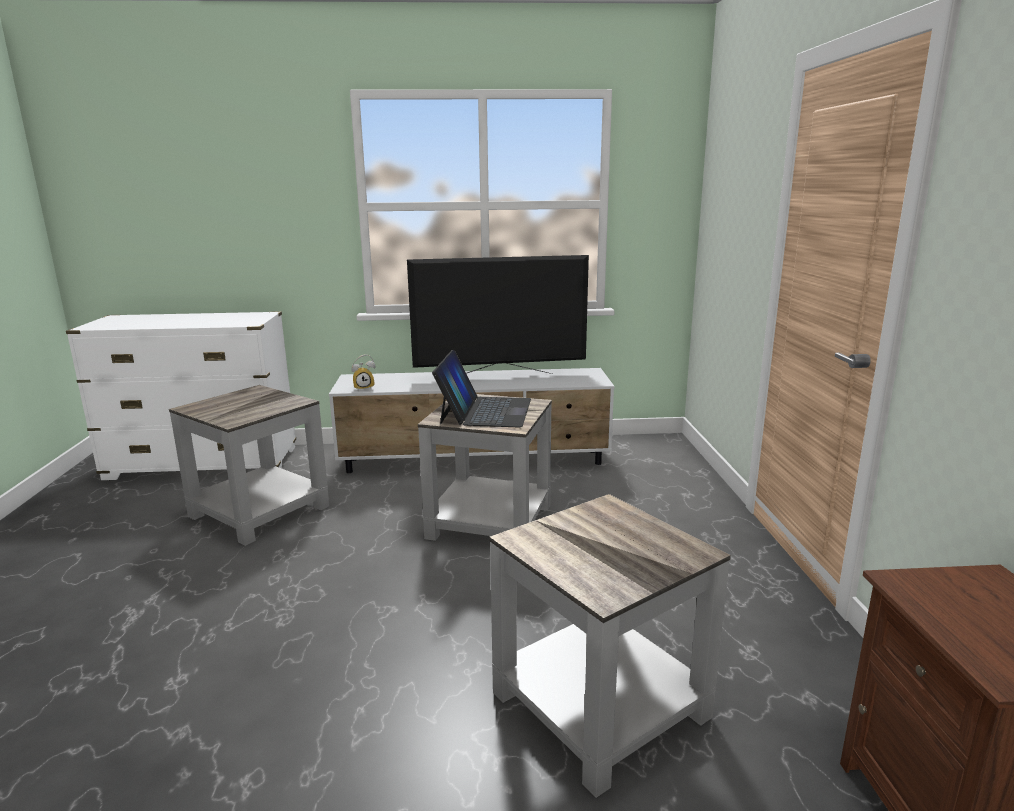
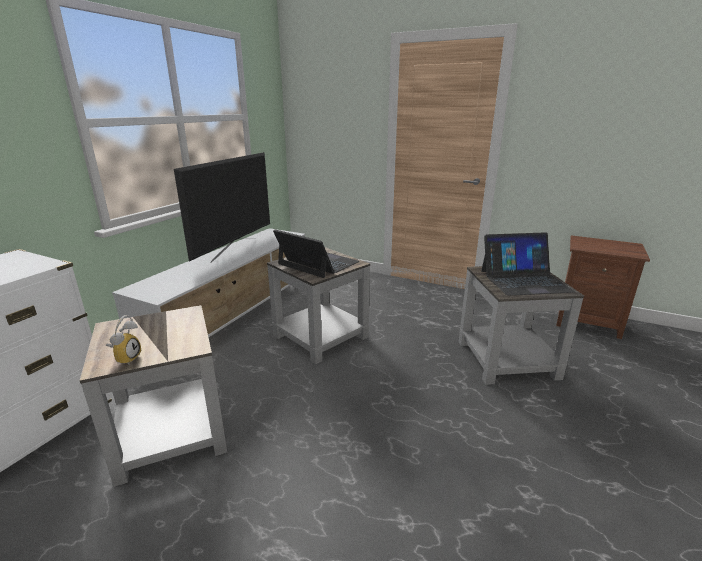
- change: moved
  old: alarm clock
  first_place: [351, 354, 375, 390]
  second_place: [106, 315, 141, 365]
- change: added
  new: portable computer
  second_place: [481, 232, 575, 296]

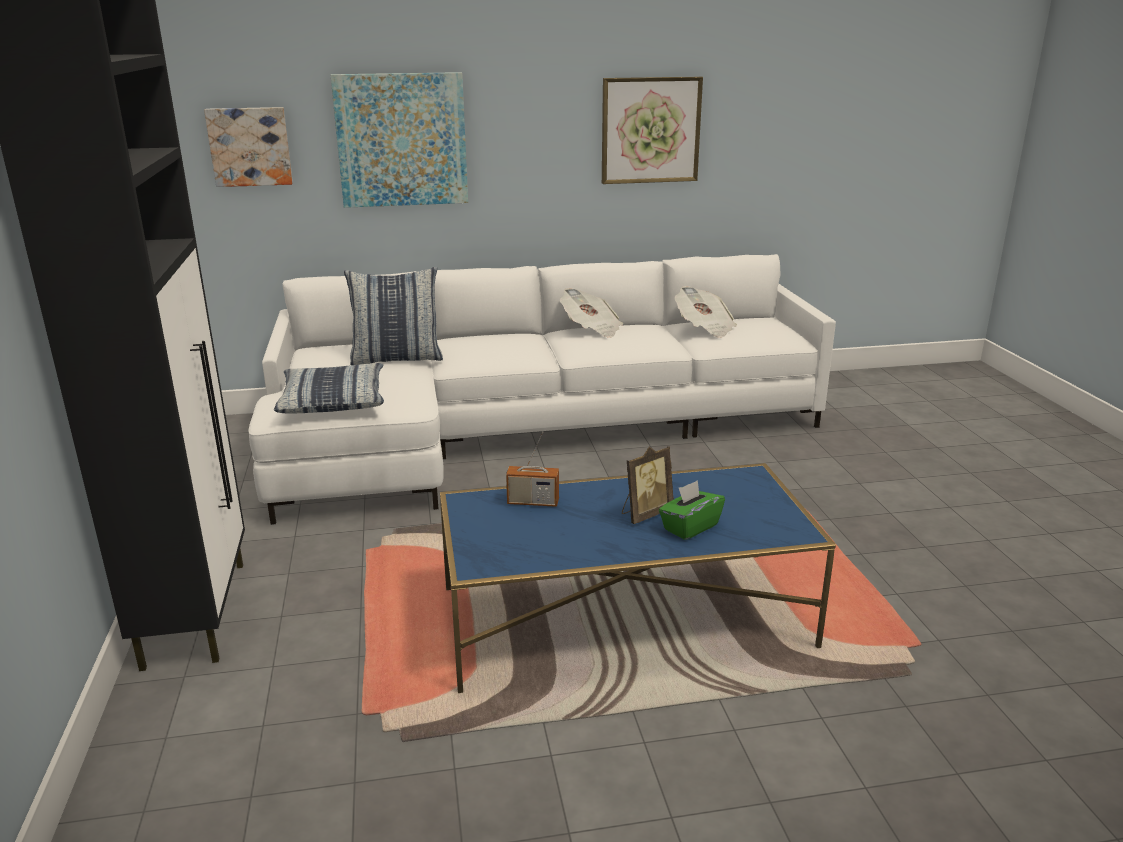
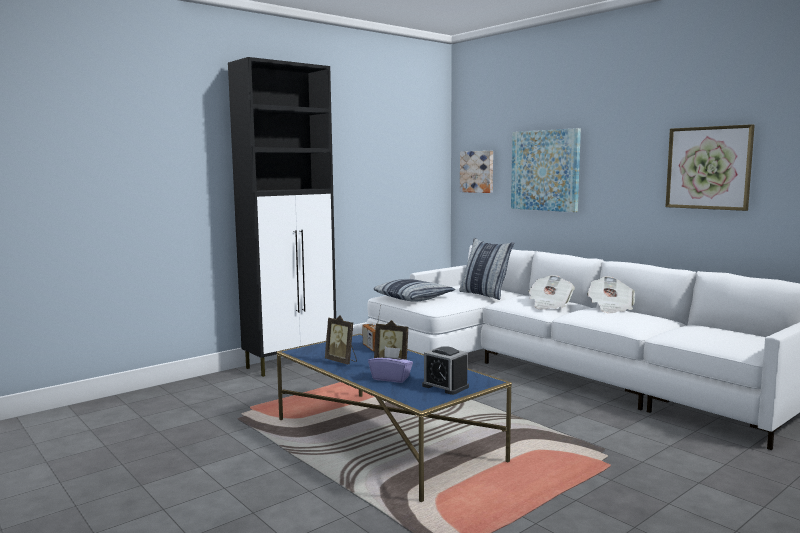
- change: moved
  old: daily paper
  first_place: [674, 286, 737, 338]
  second_place: [529, 275, 575, 310]
- change: recoloured
  old: green-coloured box of tissues
  new: purplish box of tissues
  first_place: [659, 480, 725, 540]
  second_place: [368, 347, 413, 383]
- change: added
  new: standing frame
  second_place: [325, 315, 357, 364]
- change: added
  new: alarm clock
  second_place: [422, 346, 469, 395]

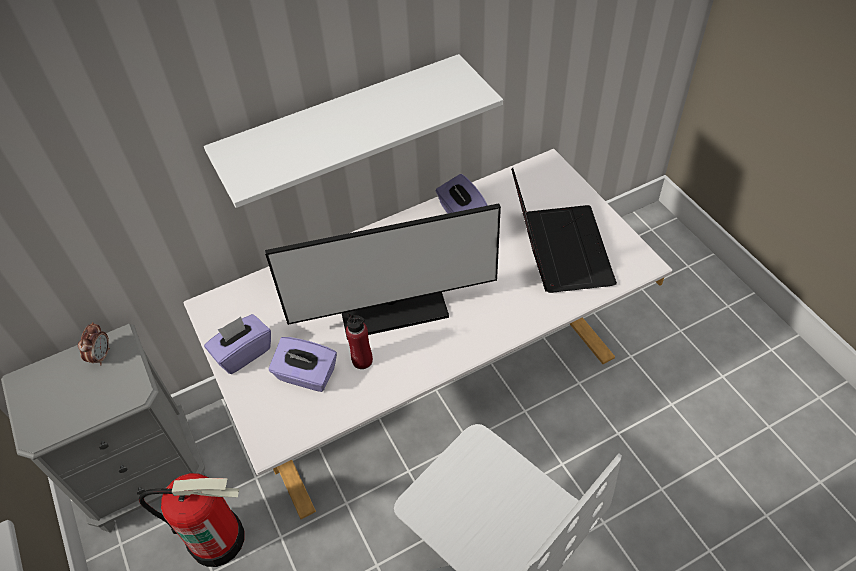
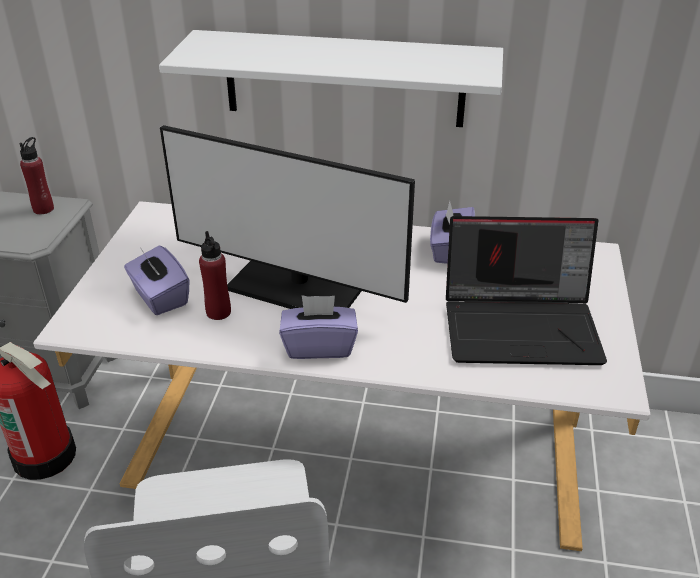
- change: turned
  old: portable computer
  first_place: [511, 168, 617, 293]
  second_place: [446, 216, 607, 365]
  degrees: 60
- change: moved
  old: purplish box of tissues
  first_place: [204, 314, 271, 374]
  second_place: [279, 295, 358, 359]
- change: replaced
  old: alarm clock
  new: red-coloured drink bottle
  first_place: [78, 322, 110, 366]
  second_place: [19, 137, 54, 214]

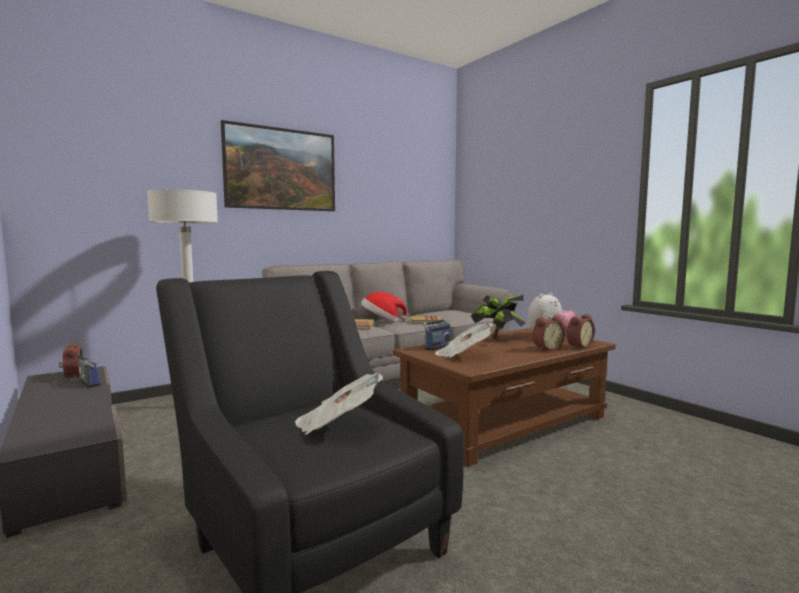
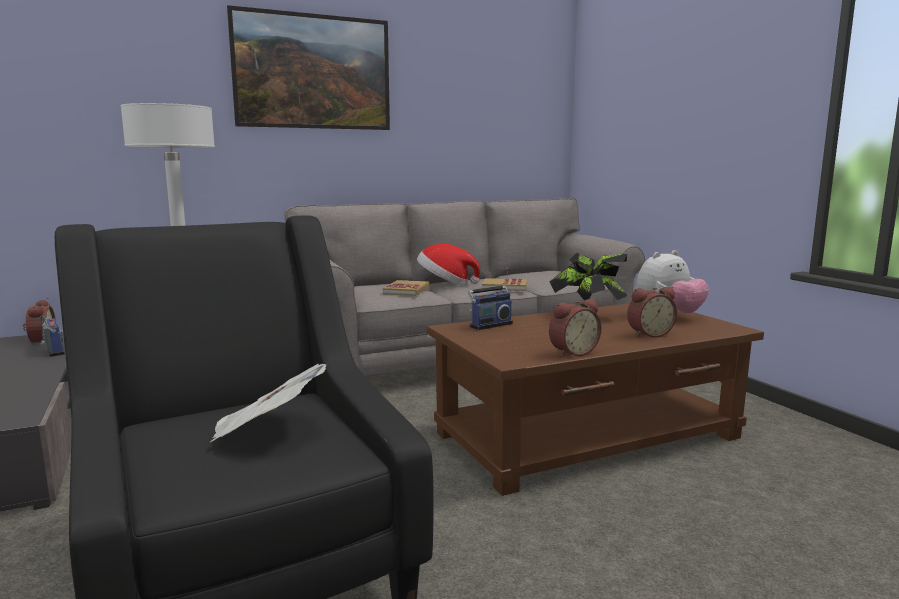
- change: moved
  old: alarm clock
  first_place: [567, 314, 595, 349]
  second_place: [549, 299, 602, 357]
- change: removed
  old: daily paper
  first_place: [435, 323, 493, 358]

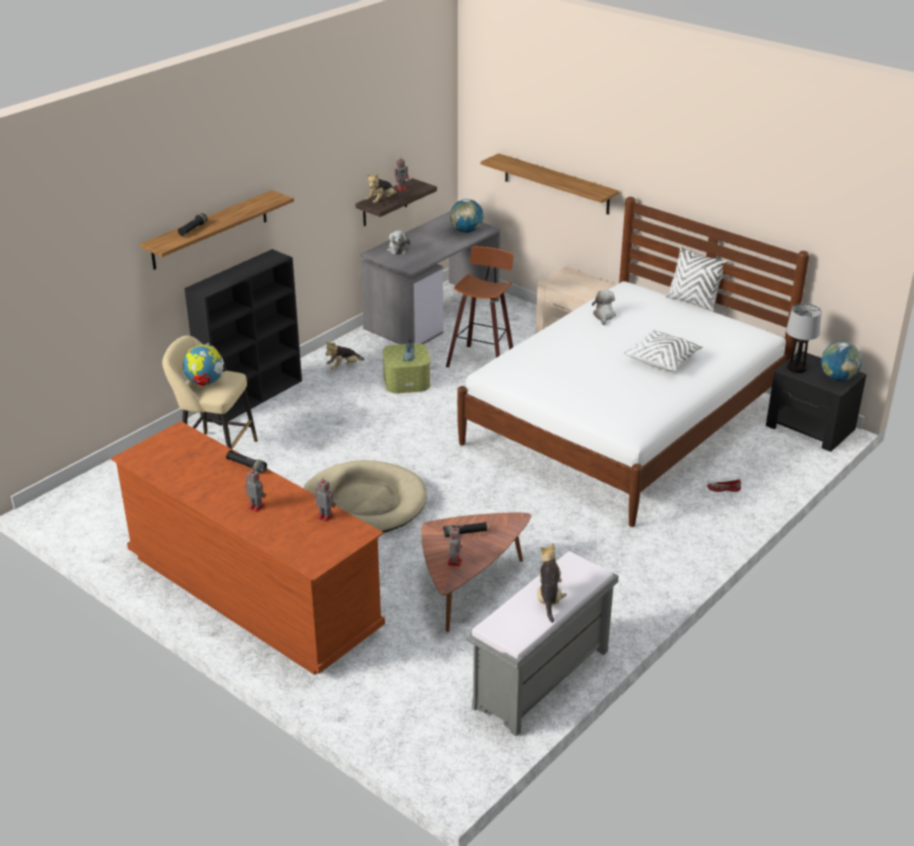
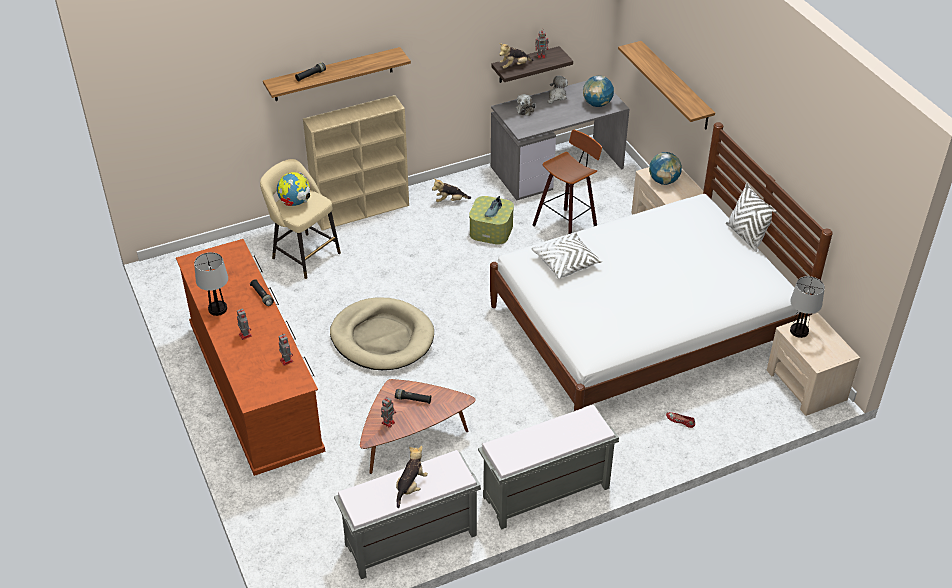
- change: recoloured
  old: blackish bookcase
  new: sand-coloured bookcase
  first_place: [184, 249, 302, 426]
  second_place: [303, 95, 409, 230]
- change: moved
  old: cuddly toy
  first_place: [592, 290, 616, 325]
  second_place: [547, 76, 568, 104]
- change: moved
  old: whitish pillow
  first_place: [624, 330, 702, 371]
  second_place: [531, 232, 602, 279]
- change: moved
  old: globe
  first_place: [821, 341, 862, 381]
  second_place: [649, 152, 682, 185]
- change: recoloured
  old: blackish bedside table
  new: sand-coloured bedside table
  first_place: [766, 351, 867, 452]
  second_place: [767, 313, 860, 416]
- change: added
  new: tabletop lamp
  second_place: [194, 252, 228, 316]
- change: added
  new: greyish long seat
  second_place: [478, 405, 619, 529]

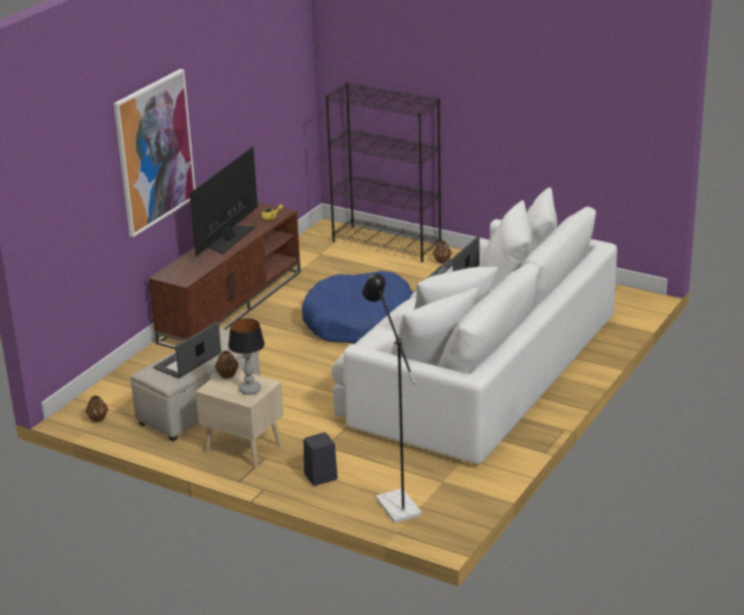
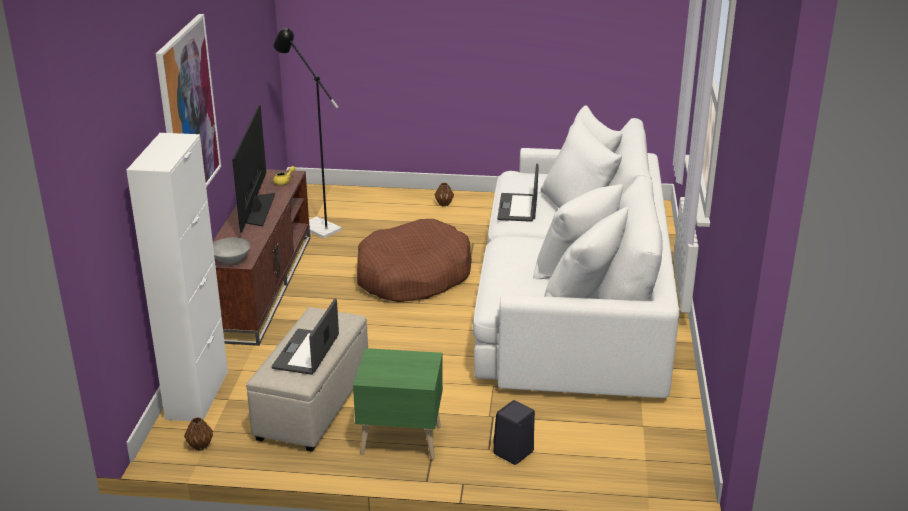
- change: removed
  old: blackish bookcase
  first_place: [325, 83, 441, 262]
- change: recoloured
  old: blue-coloured dog bed
  new: brown-coloured dog bed
  first_place: [302, 271, 414, 344]
  second_place: [357, 219, 472, 302]
- change: moved
  old: blackish standard lamp
  first_place: [362, 274, 422, 523]
  second_place: [273, 28, 342, 238]
- change: removed
  old: tabletop lamp
  first_place: [228, 318, 265, 395]
- change: removed
  old: brown-coloured flower vase
  first_place: [215, 351, 238, 379]
- change: recoloured
  old: sand-coloured bedside table
  new: green-coloured bedside table
  first_place: [195, 369, 284, 468]
  second_place: [353, 348, 443, 460]
- change: added
  new: whitish storage cabinet
  second_place: [126, 133, 228, 421]
- change: added
  new: greyish bowl
  second_place: [213, 238, 250, 264]

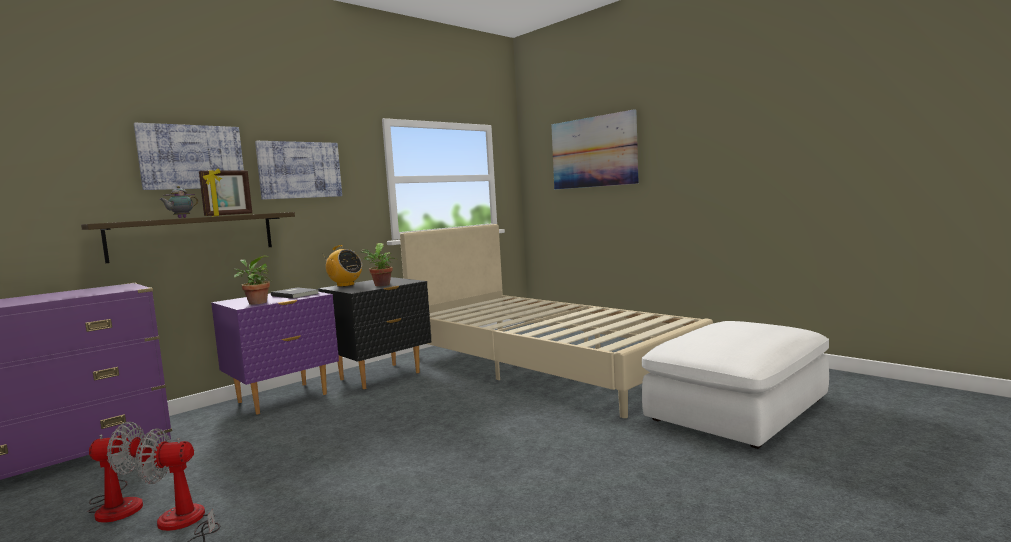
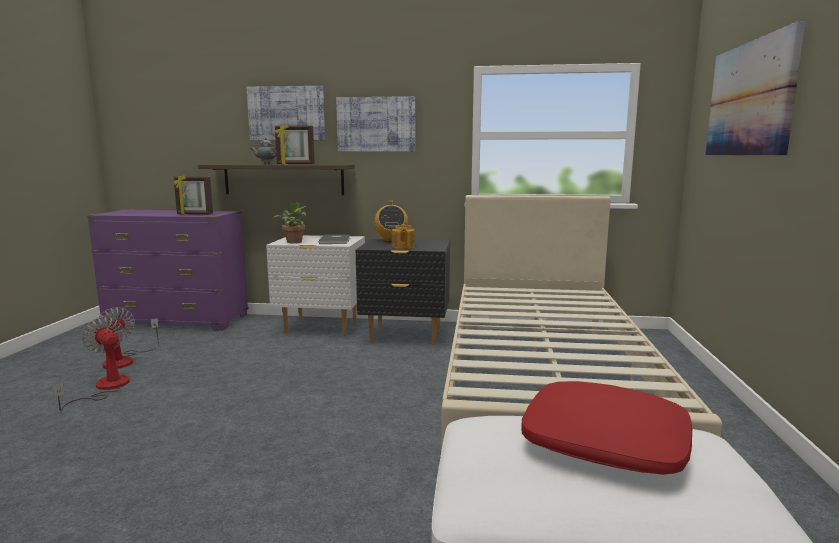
- change: replaced
  old: potted plant
  new: teapot
  first_place: [360, 243, 398, 286]
  second_place: [392, 224, 415, 249]
- change: recoloured
  old: purplish bedside table
  new: whitish bedside table
  first_place: [211, 292, 339, 414]
  second_place: [266, 235, 365, 336]
- change: added
  new: standing frame
  second_place: [173, 175, 213, 215]
- change: added
  new: red-coloured pillow
  second_place: [521, 381, 692, 475]

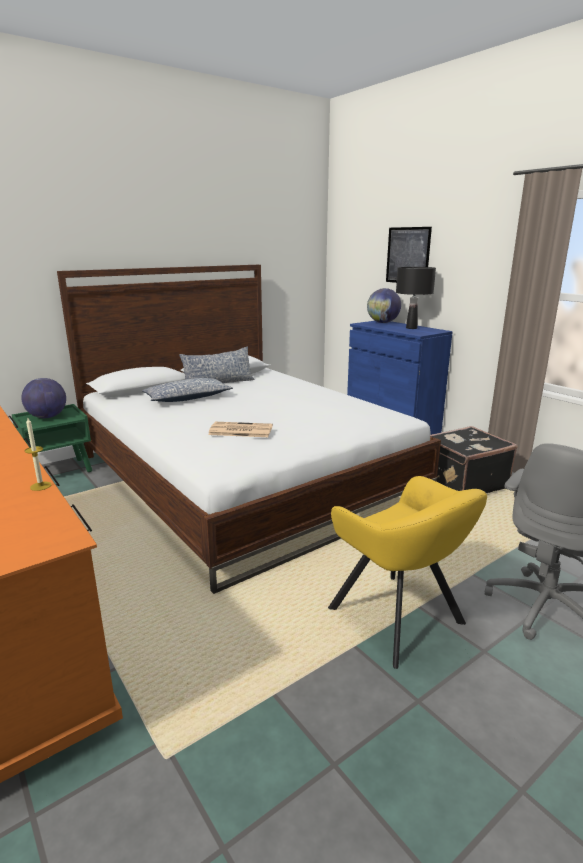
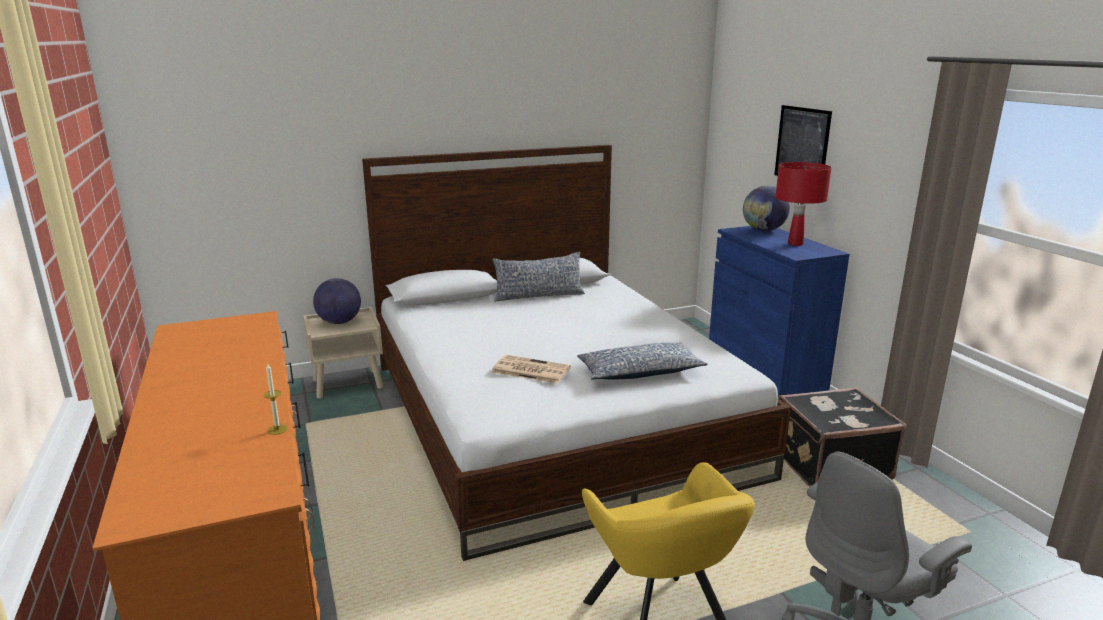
- change: recoloured
  old: blackish tabletop lamp
  new: red-coloured tabletop lamp
  first_place: [396, 267, 436, 329]
  second_place: [775, 162, 831, 246]
- change: moved
  old: pillow
  first_place: [142, 378, 233, 402]
  second_place: [577, 343, 708, 380]
- change: recoloured
  old: green-coloured bedside table
  new: sand-coloured bedside table
  first_place: [12, 404, 92, 472]
  second_place: [304, 307, 383, 399]

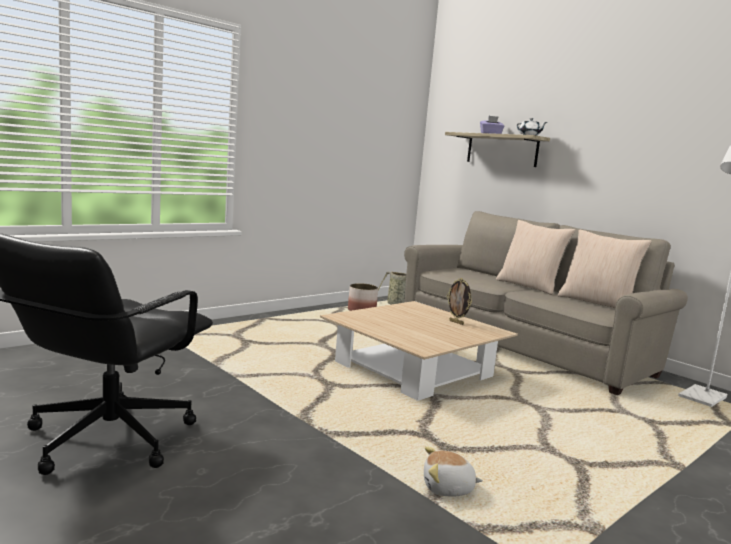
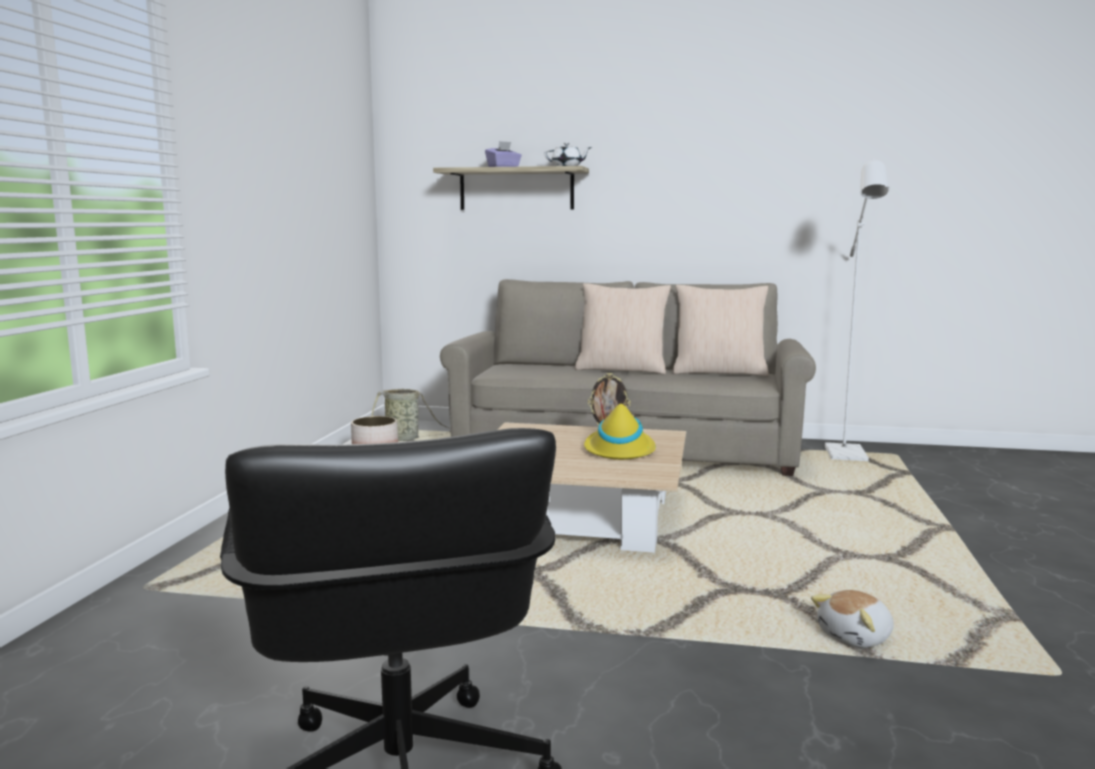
- change: added
  new: yellowish clothing hat
  second_place: [584, 396, 656, 460]

